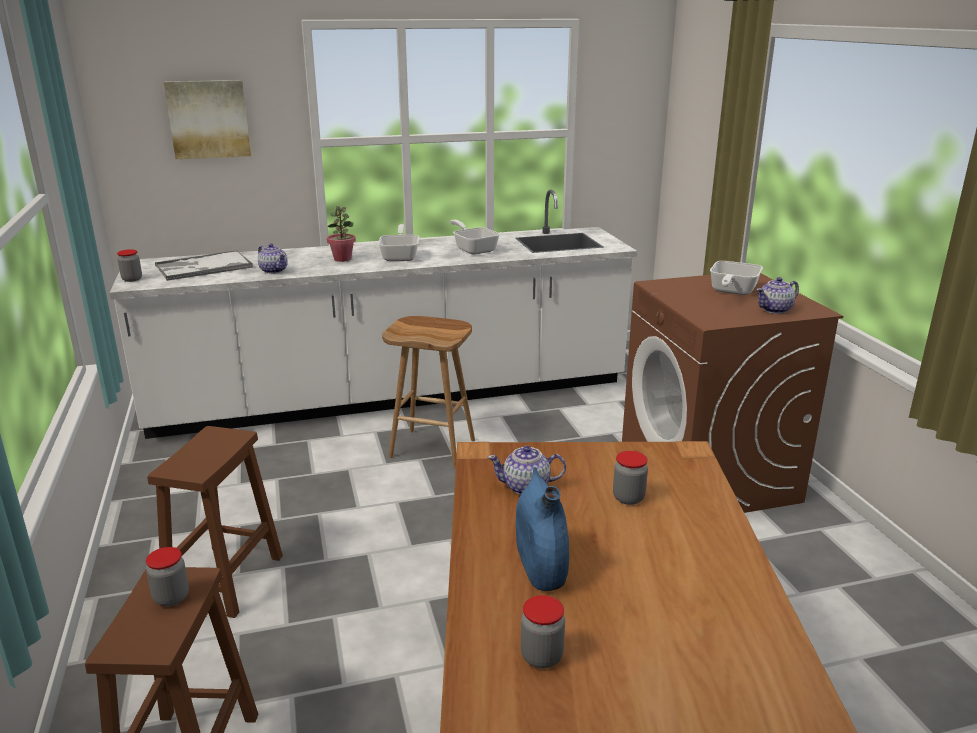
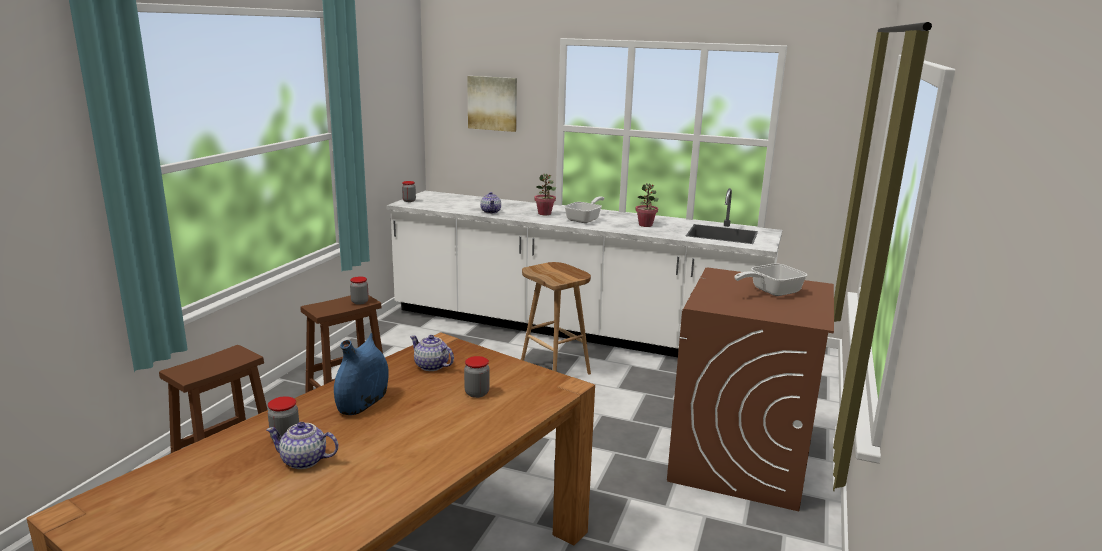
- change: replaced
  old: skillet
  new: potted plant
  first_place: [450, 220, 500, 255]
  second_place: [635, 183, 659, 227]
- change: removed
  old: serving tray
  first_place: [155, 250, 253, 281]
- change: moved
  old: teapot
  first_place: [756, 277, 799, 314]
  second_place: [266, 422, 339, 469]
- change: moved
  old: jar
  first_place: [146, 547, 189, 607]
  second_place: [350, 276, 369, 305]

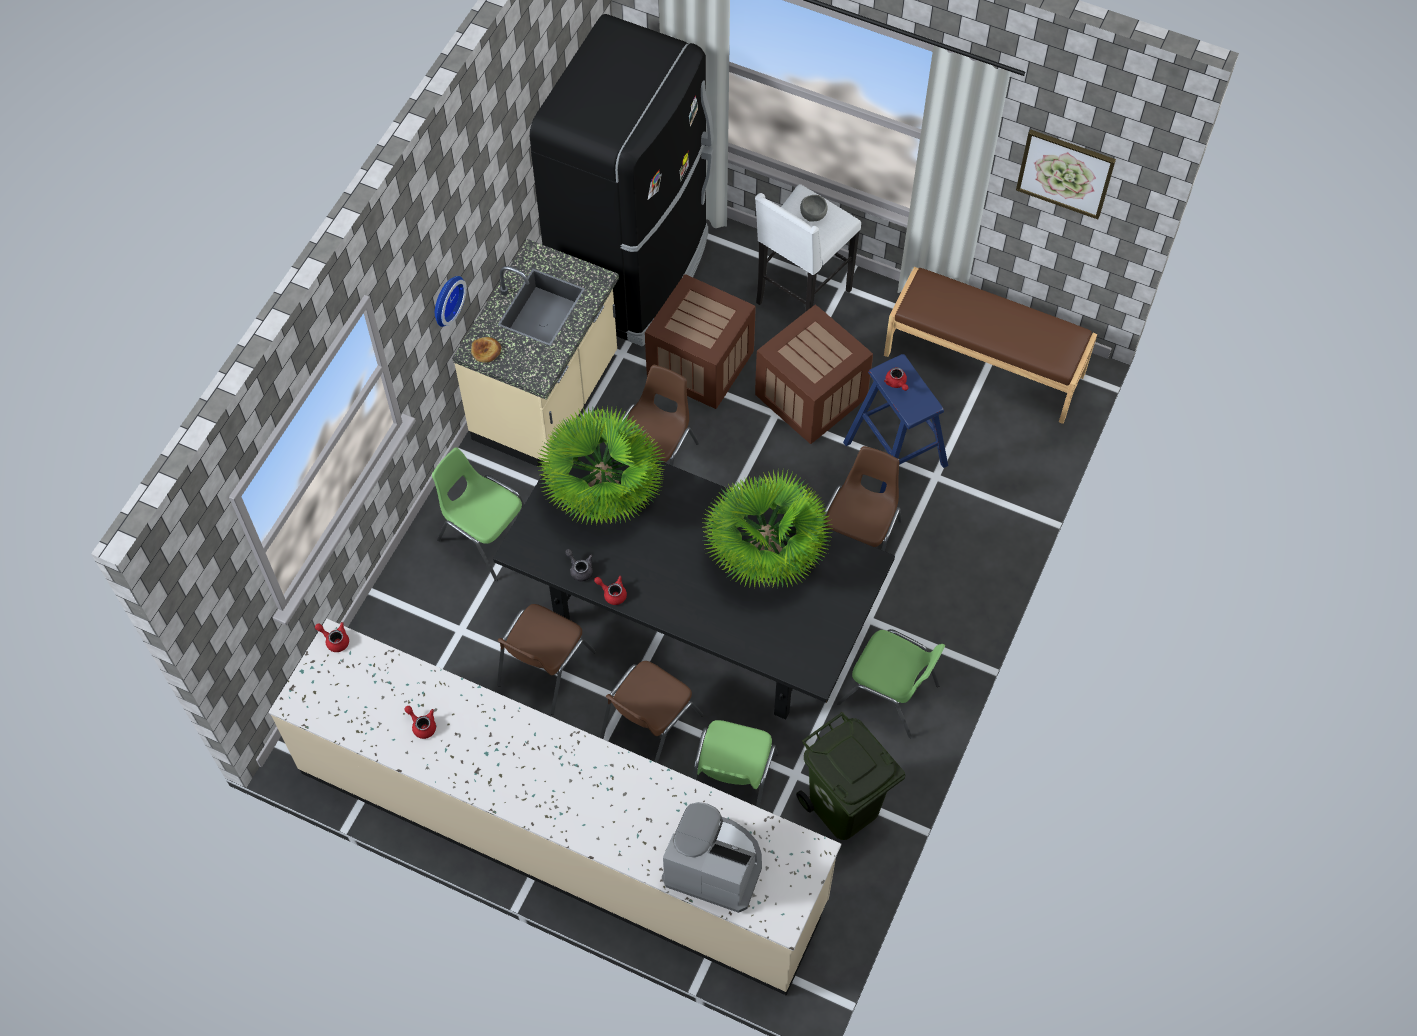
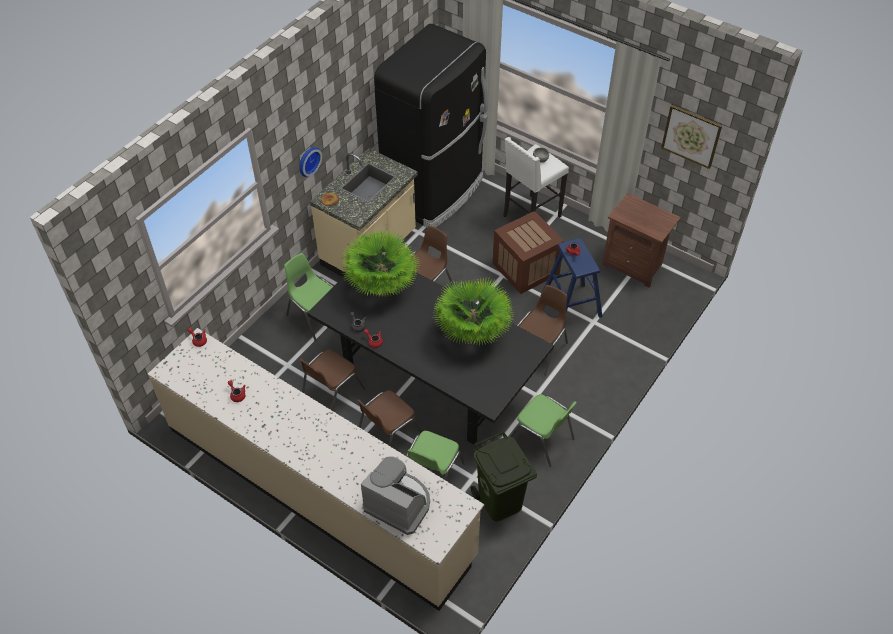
- change: replaced
  old: brown-coloured long seat
  new: brown-coloured bedside table
  first_place: [884, 267, 1097, 424]
  second_place: [602, 193, 681, 288]
- change: removed
  old: packing crate
  first_place: [645, 274, 755, 409]

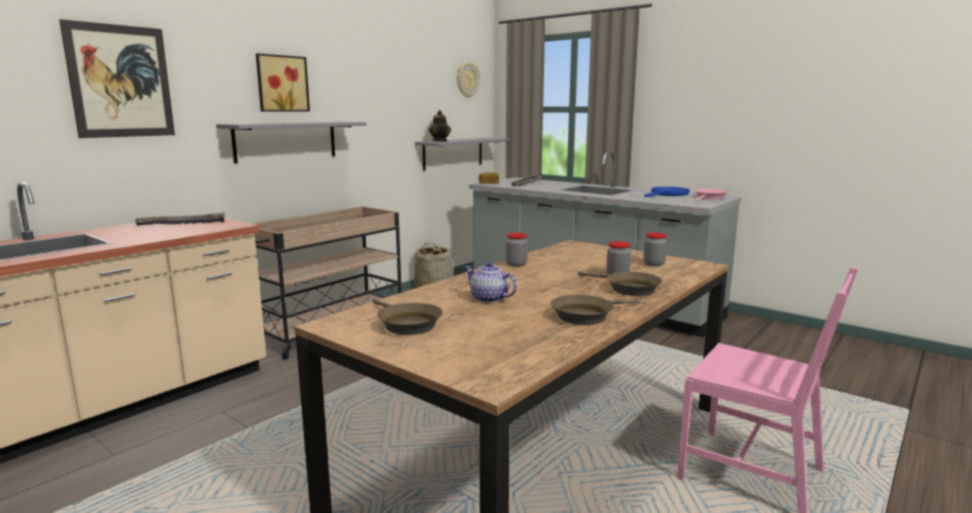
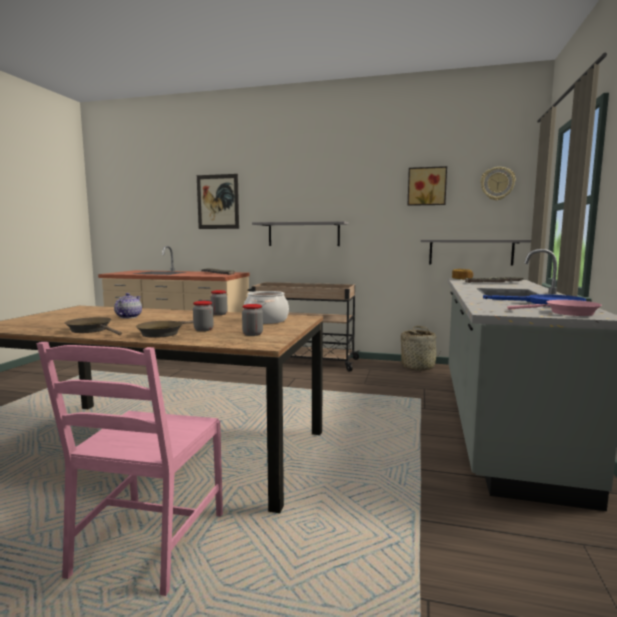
- change: moved
  old: wall picture
  first_place: [256, 53, 310, 112]
  second_place: [408, 166, 447, 206]
- change: removed
  old: teapot
  first_place: [429, 110, 451, 142]
- change: removed
  old: brown-coloured skillet
  first_place: [373, 299, 443, 335]
- change: added
  new: saucepot
  second_place: [243, 291, 289, 324]

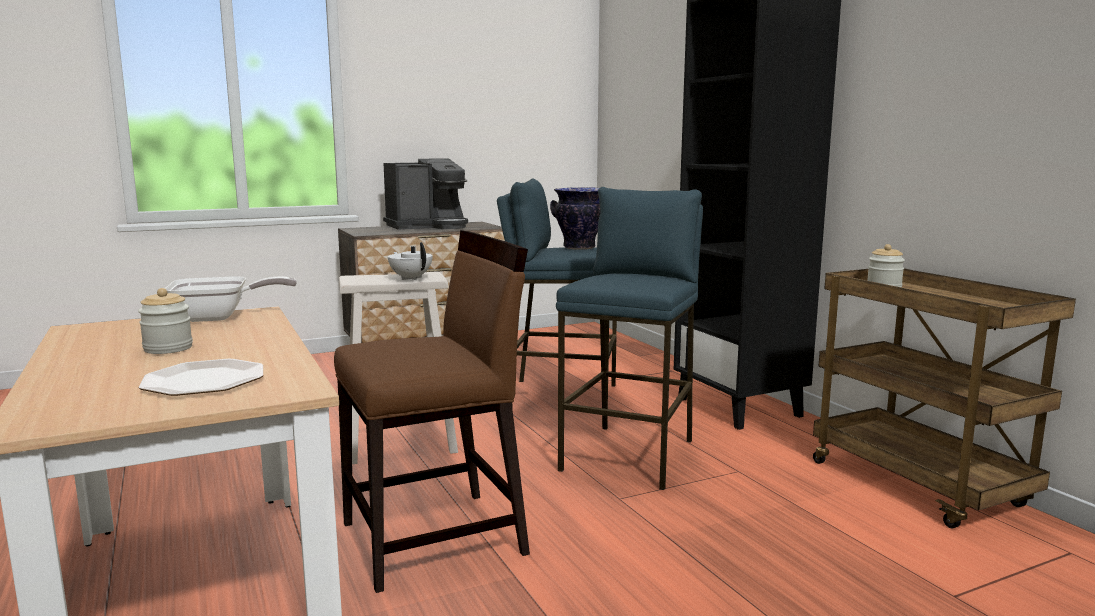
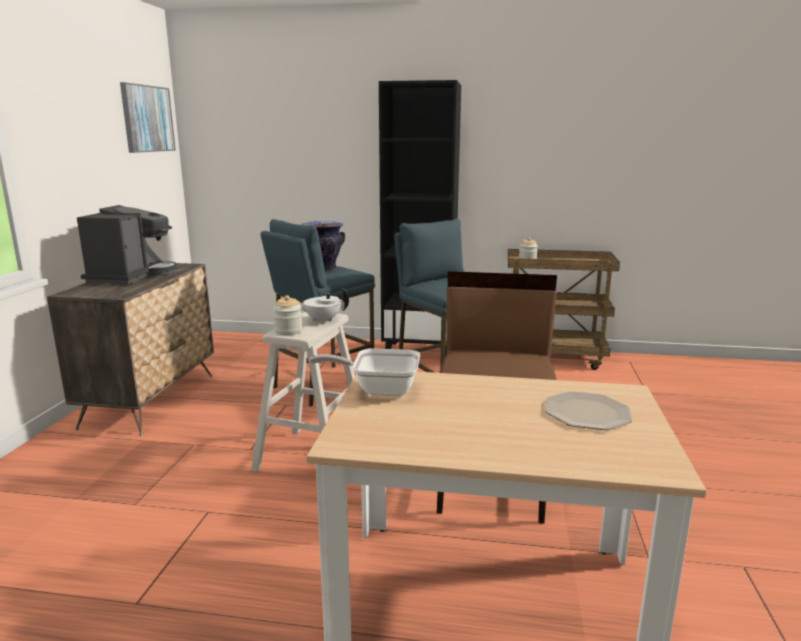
- change: turned
  old: skillet
  first_place: [165, 276, 297, 322]
  second_place: [309, 349, 420, 396]
  degrees: -105
- change: moved
  old: jar
  first_place: [138, 288, 193, 354]
  second_place: [273, 295, 303, 335]
- change: added
  new: wall picture
  second_place: [120, 82, 176, 153]

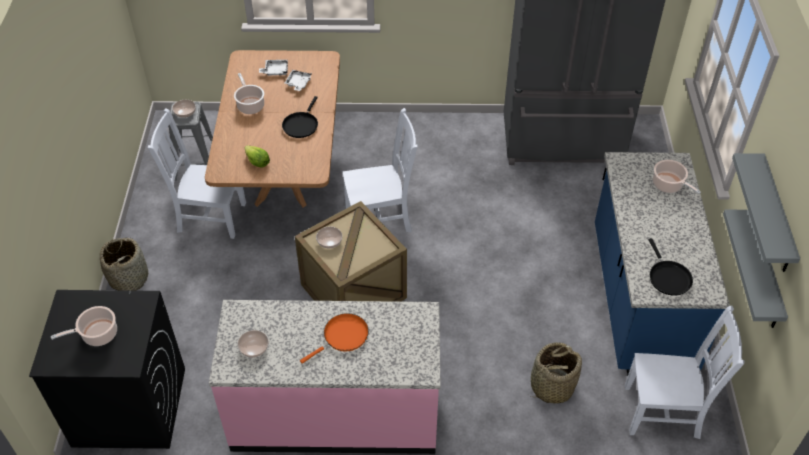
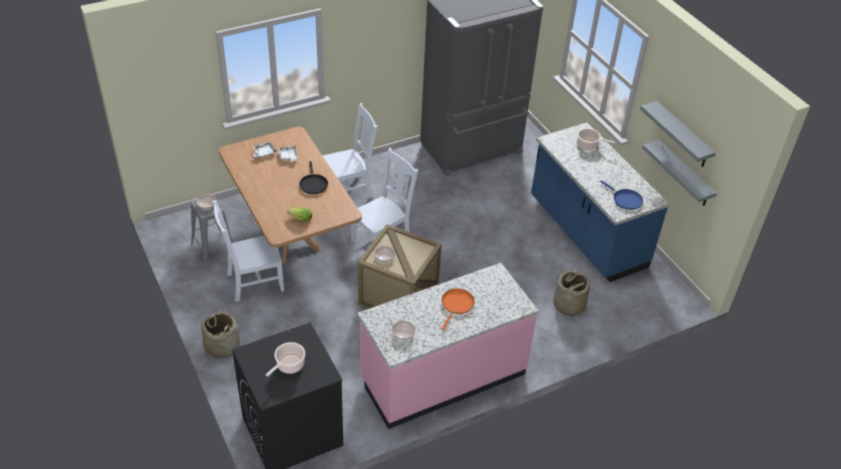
- change: removed
  old: saucepot
  first_place: [234, 73, 264, 114]
- change: recoloured
  old: blackish skillet
  new: blue-coloured skillet
  first_place: [648, 238, 693, 296]
  second_place: [600, 180, 643, 210]
- change: moved
  old: whitish plain chair
  first_place: [625, 305, 745, 439]
  second_place: [323, 103, 377, 198]

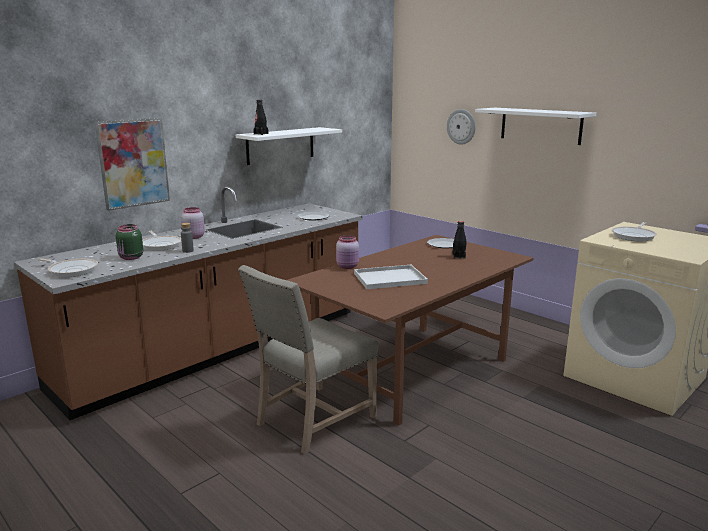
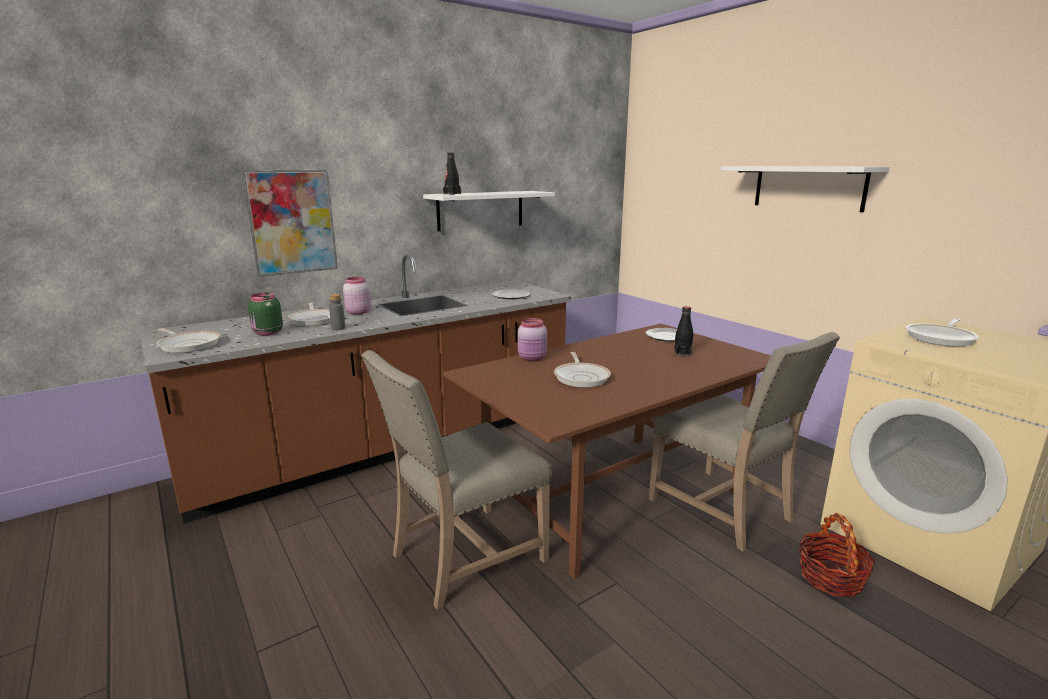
- change: removed
  old: clock on the wall
  first_place: [447, 109, 476, 145]
- change: replaced
  old: whitish serving tray
  new: skillet
  first_place: [354, 265, 428, 289]
  second_place: [554, 352, 611, 387]
- change: added
  new: sand-coloured plain chair
  second_place: [649, 332, 840, 552]
- change: added
  new: storage basket
  second_place: [799, 513, 875, 597]

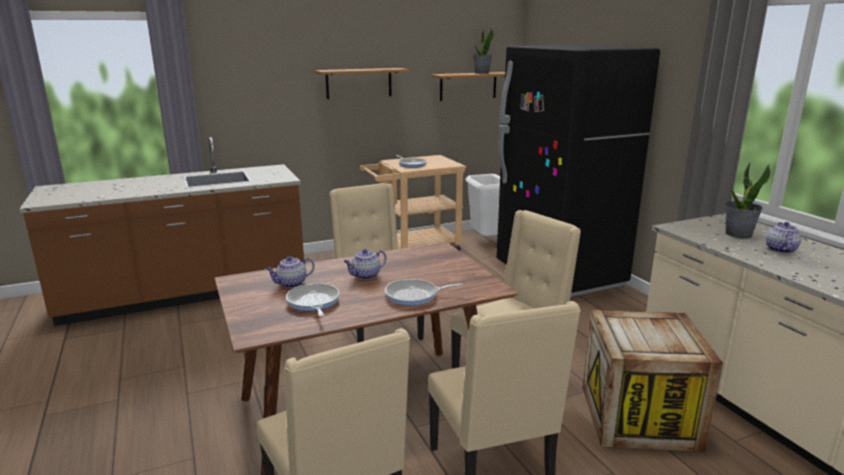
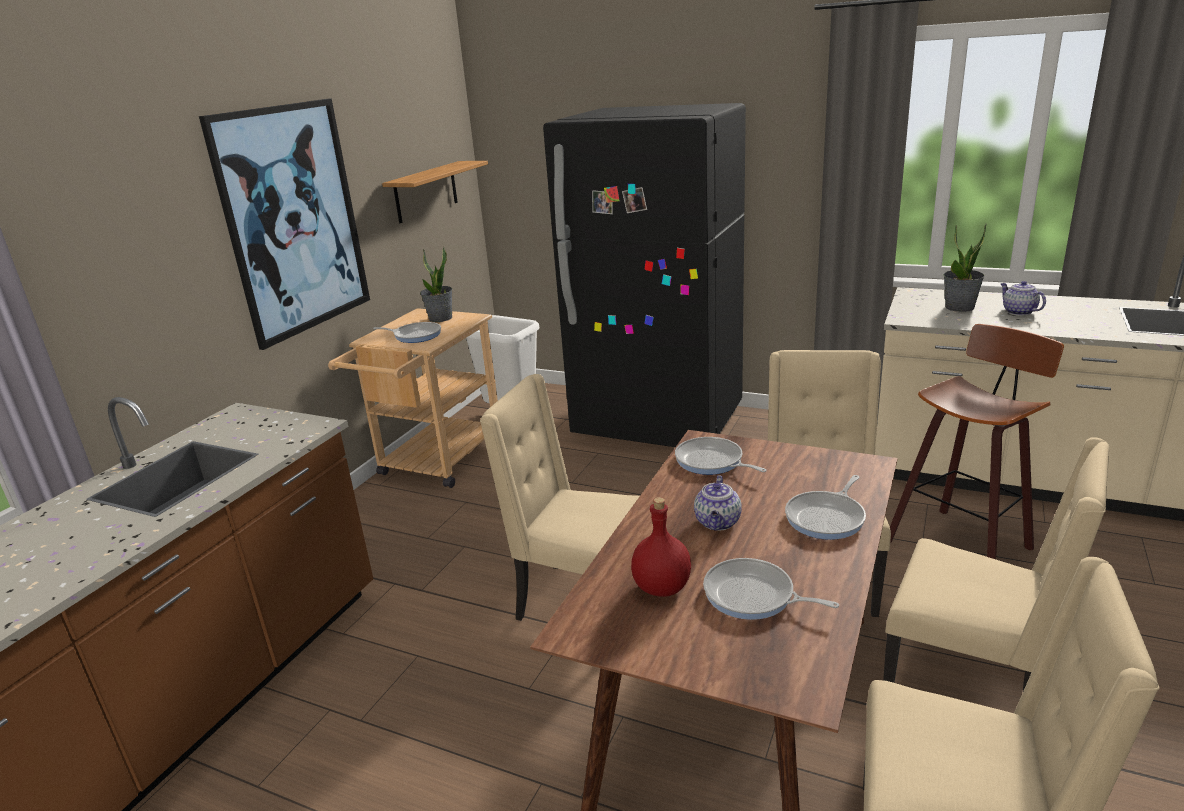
- change: moved
  old: potted plant
  first_place: [473, 28, 494, 74]
  second_place: [420, 247, 452, 322]
- change: replaced
  old: shelf
  new: wall picture
  first_place: [315, 68, 409, 99]
  second_place: [199, 99, 370, 350]
- change: replaced
  old: teapot
  new: red-coloured drink bottle
  first_place: [266, 256, 315, 288]
  second_place: [631, 497, 691, 597]
- change: replaced
  old: packing crate
  new: sitting stool
  first_place: [583, 310, 723, 452]
  second_place: [890, 324, 1064, 559]
- change: added
  new: skillet
  second_place: [675, 437, 767, 475]

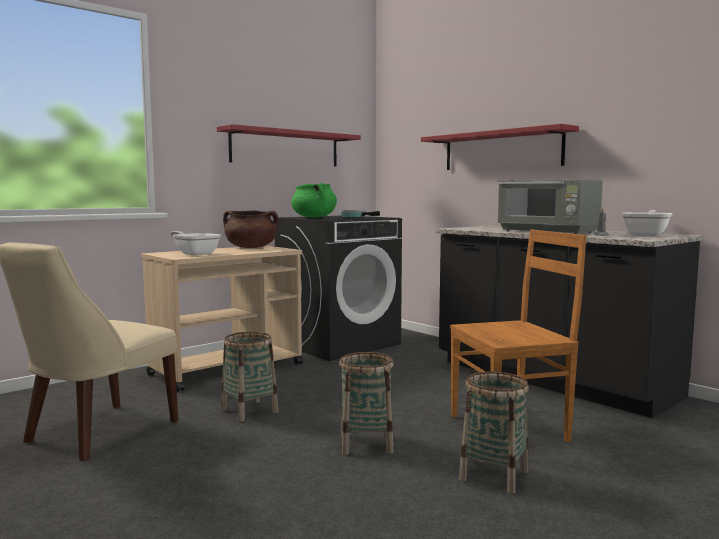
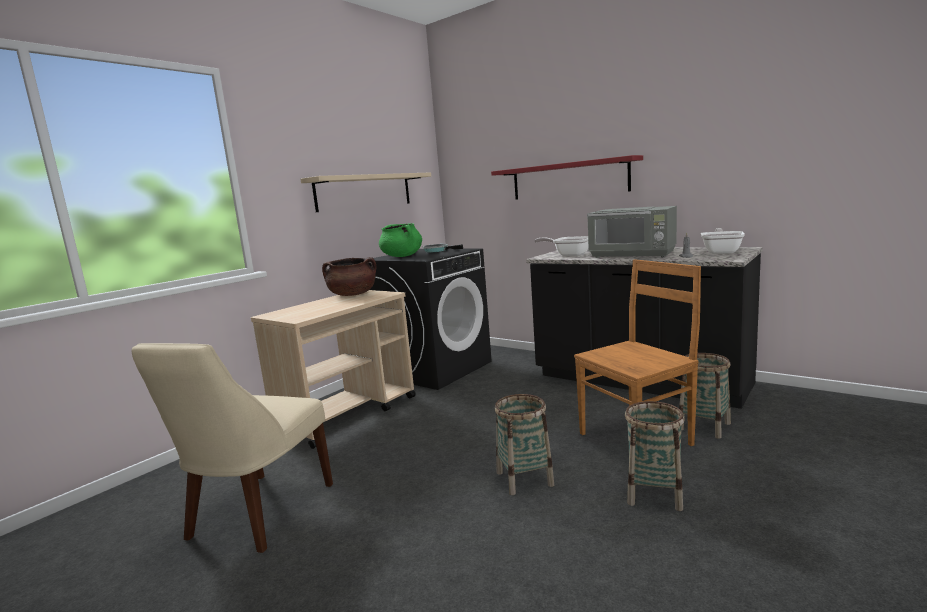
- change: recoloured
  old: red-coloured shelf
  new: sand-coloured shelf
  first_place: [217, 124, 361, 167]
  second_place: [300, 172, 431, 212]
- change: moved
  old: skillet
  first_place: [170, 231, 221, 256]
  second_place: [534, 236, 589, 256]
- change: moved
  old: storage basket
  first_place: [221, 332, 278, 422]
  second_place: [679, 353, 731, 439]

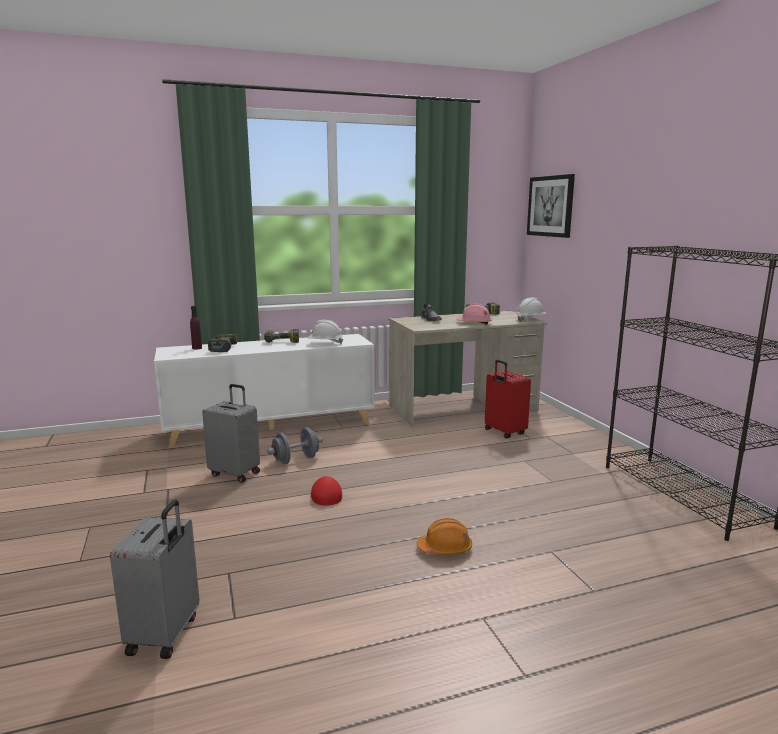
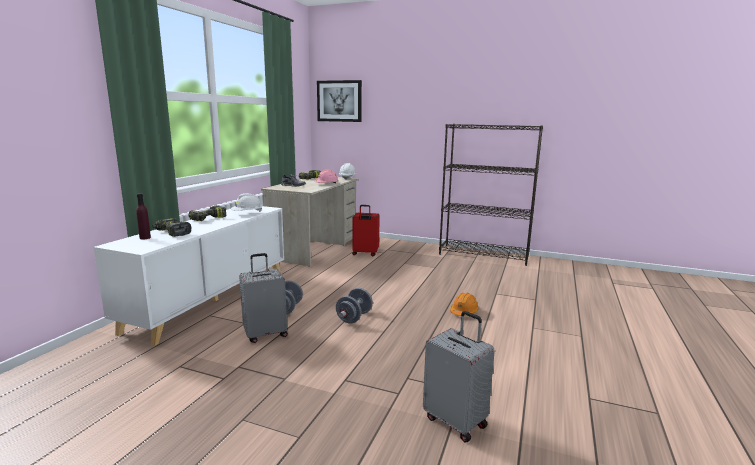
- change: replaced
  old: red-coloured baseball cap
  new: greyish hand weight
  first_place: [311, 476, 342, 505]
  second_place: [336, 288, 373, 324]

